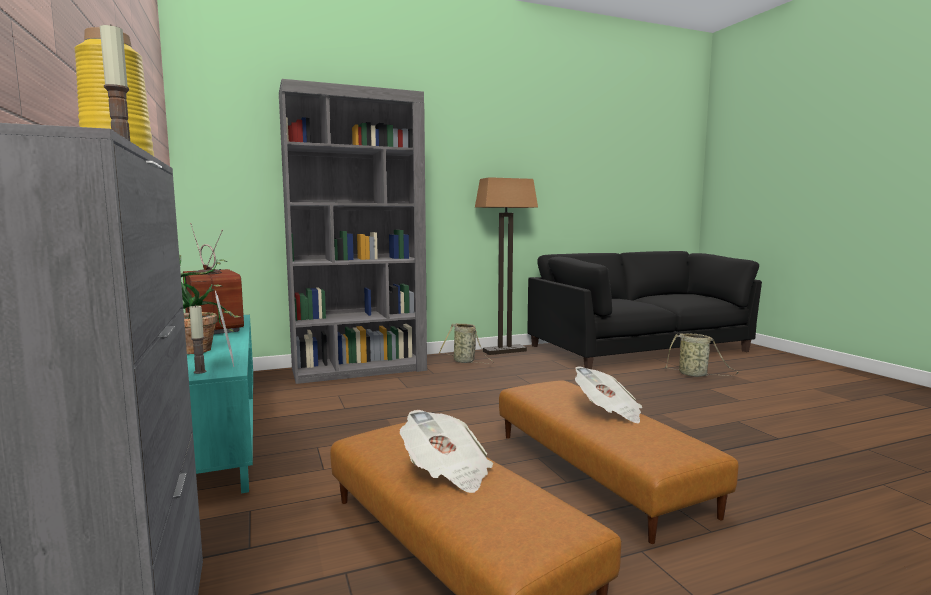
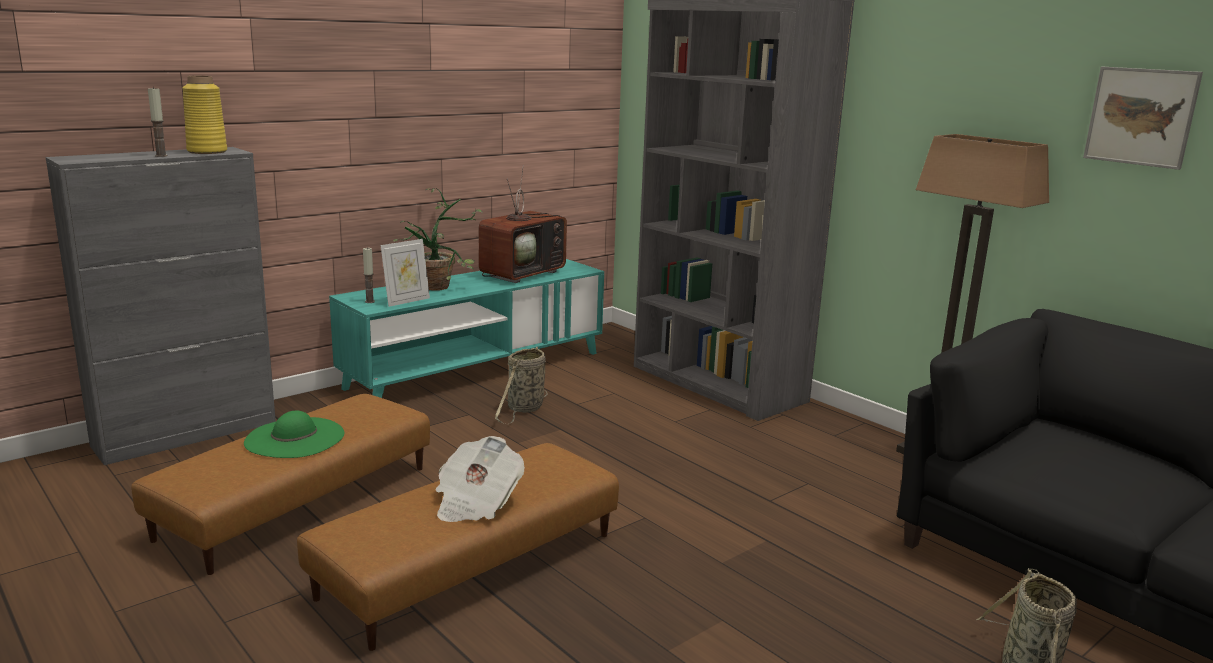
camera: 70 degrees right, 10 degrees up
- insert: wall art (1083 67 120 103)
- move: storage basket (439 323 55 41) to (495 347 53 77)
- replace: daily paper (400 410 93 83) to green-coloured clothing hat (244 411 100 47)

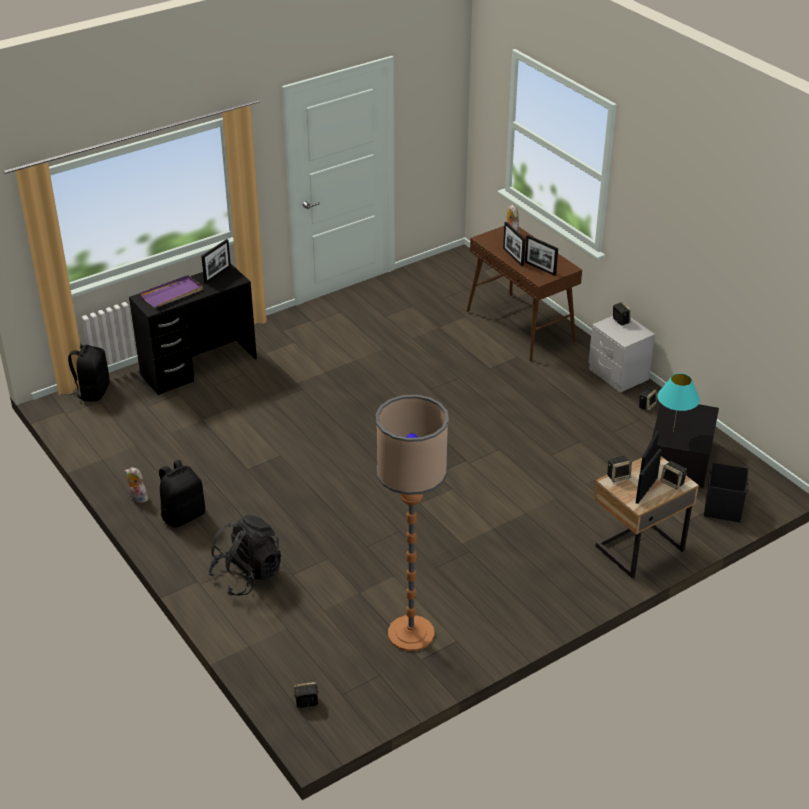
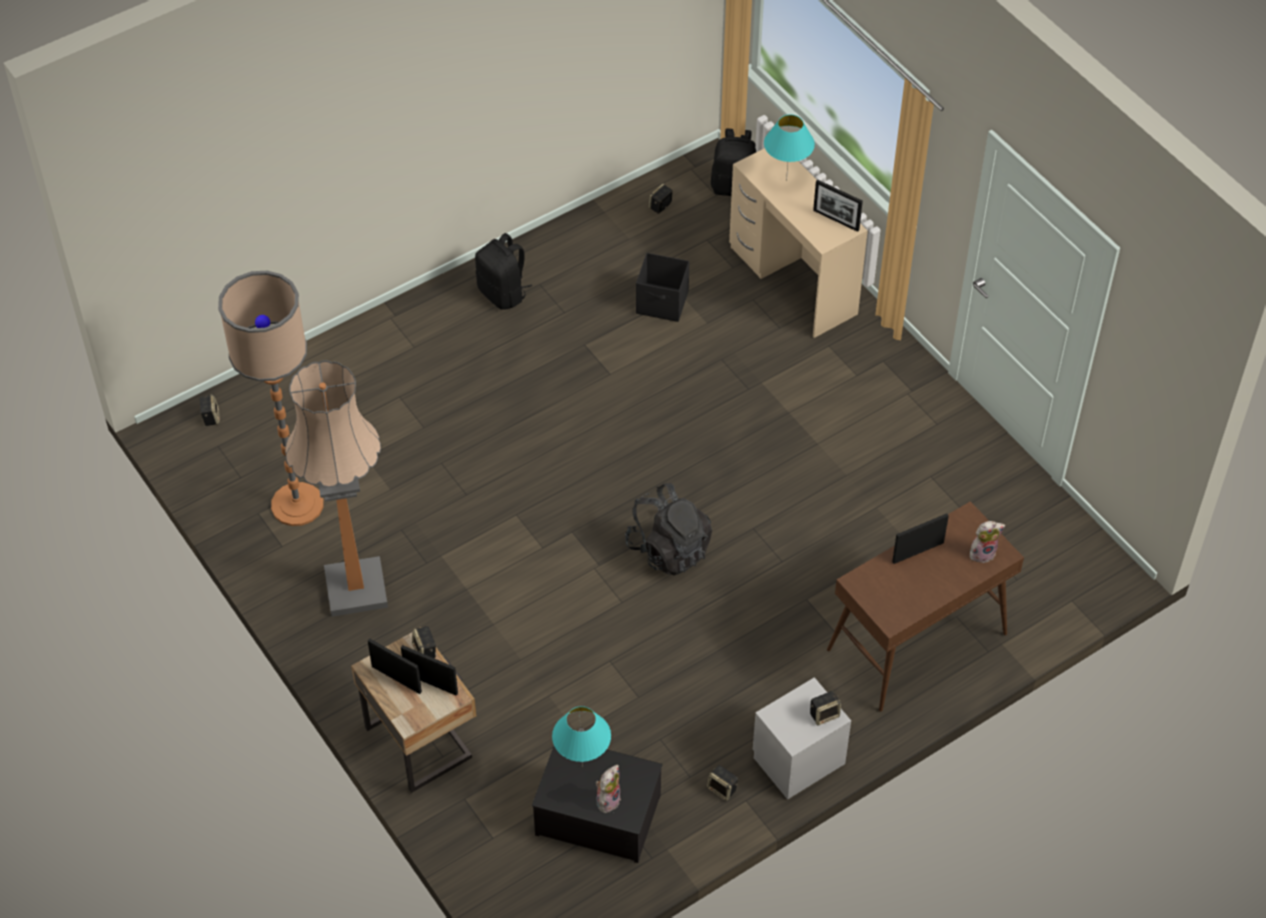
camera: 90 degrees right, 15 degrees up
- delete: standing frame (525 235 33 41)
- insert: standing lamp (285 360 103 257)
- move: soft toy (125 467 23 36) to (596 765 25 48)
- move: black backpack (209 514 72 82) to (625 483 87 93)
- move: speaker (661 461 26 28) to (649 183 24 31)
- move: black storage bin (704 462 45 60) to (636 253 53 69)
- replace: purple serving tray (140 275 63 32) to blue-green table lamp (764 114 51 67)
- recolor: black desk (129 264 128 131) to sand-coloured desk (729 148 139 190)

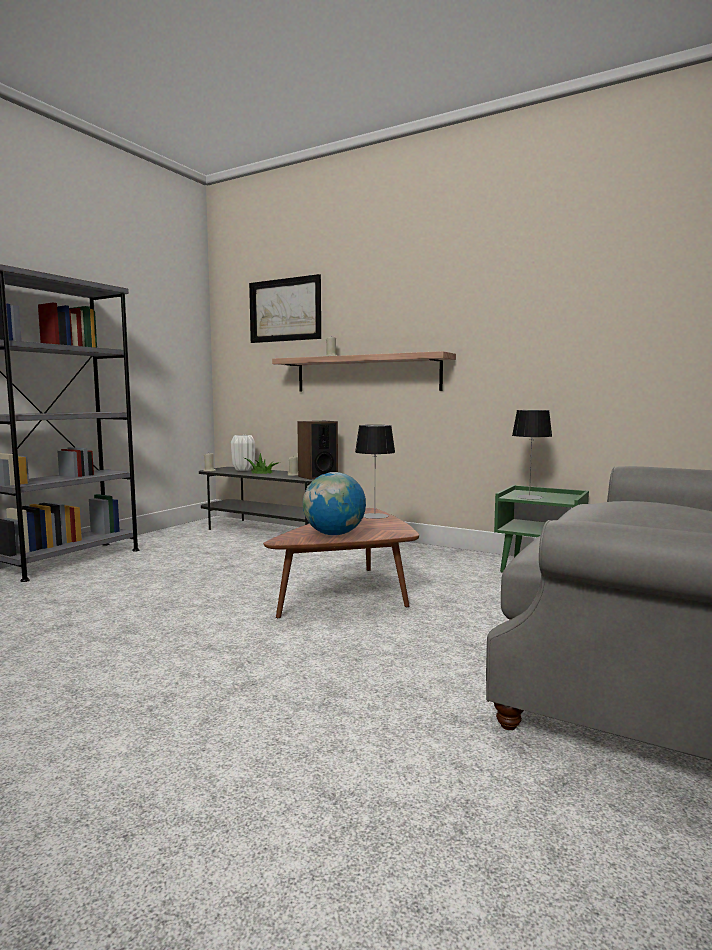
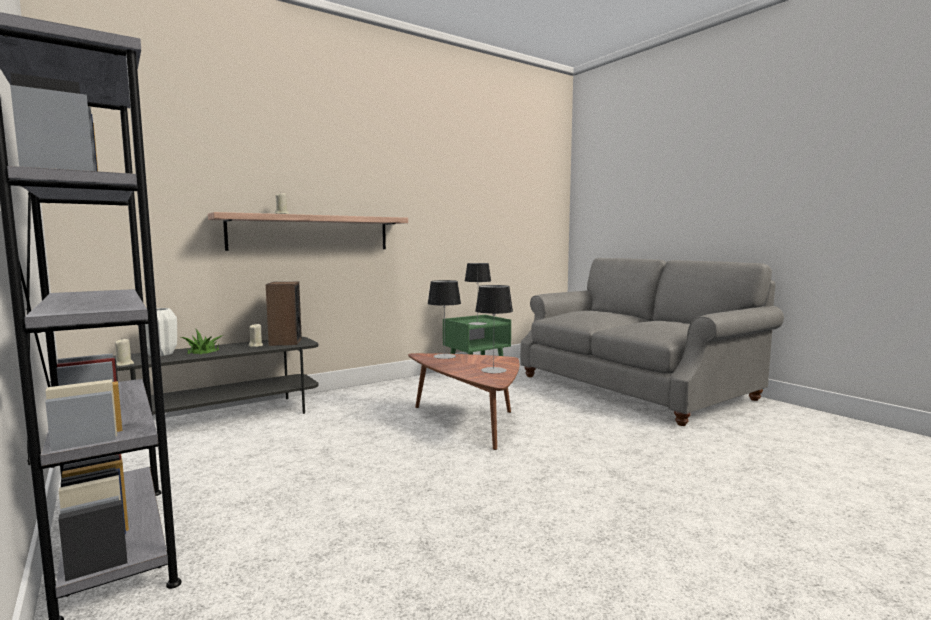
camera: 65 degrees left, 0 degrees up
- delete: wall art (249 274 72 69)
- replace: globe (303 472 63 64) to table lamp (475 285 38 89)

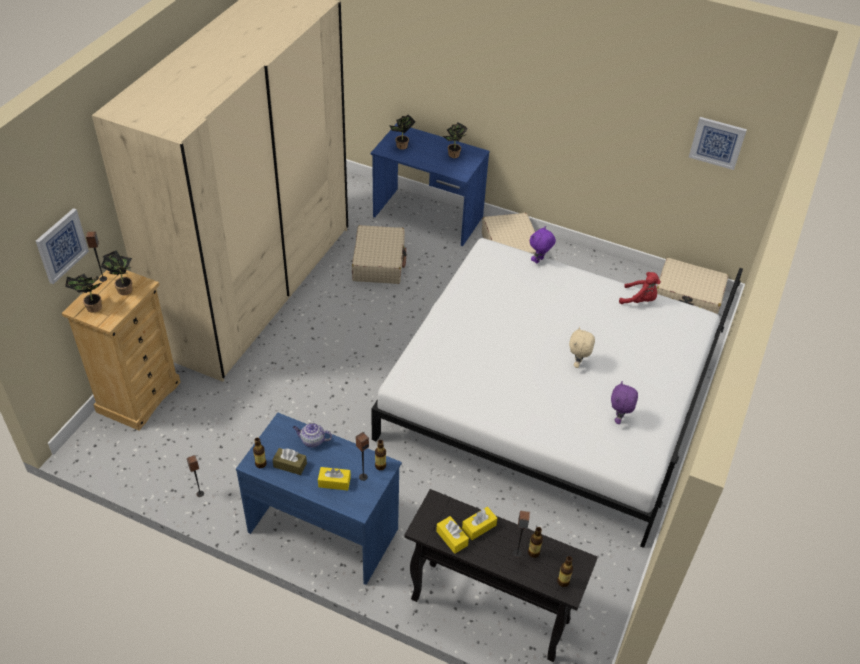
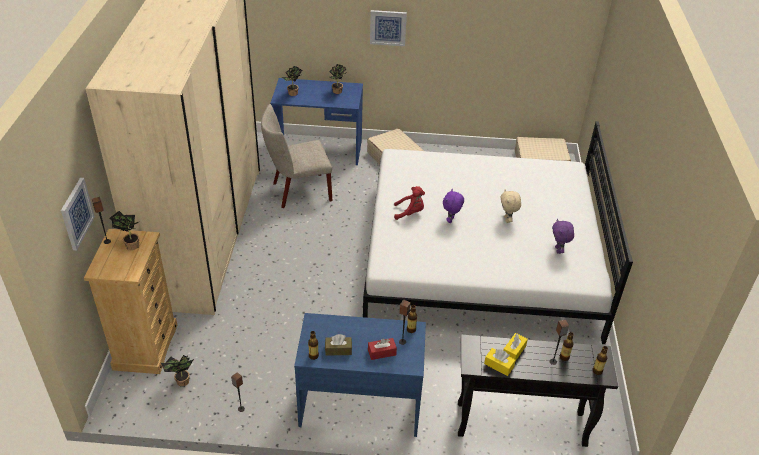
camera: 20 degrees left, 5 degrees down
- delete: pot for tea (293 423 39 24)
- move: potted plant (65 274 37 39) to (161 355 33 32)
- move: purple soft toy (530 226 26 37) to (443 189 21 34)
- move: reddish soft toy (619 272 42 32) to (394 186 31 34)
- move: wall art (689 117 58 53) to (370 10 37 36)
- replace: sand-coloured piece of luggage (352 225 54 59) to sand-coloured upright chair (261 104 71 104)
- recolor: yellow-coloured box of tissues (318 467 33 23) to reddish box of tissues (368 338 29 22)

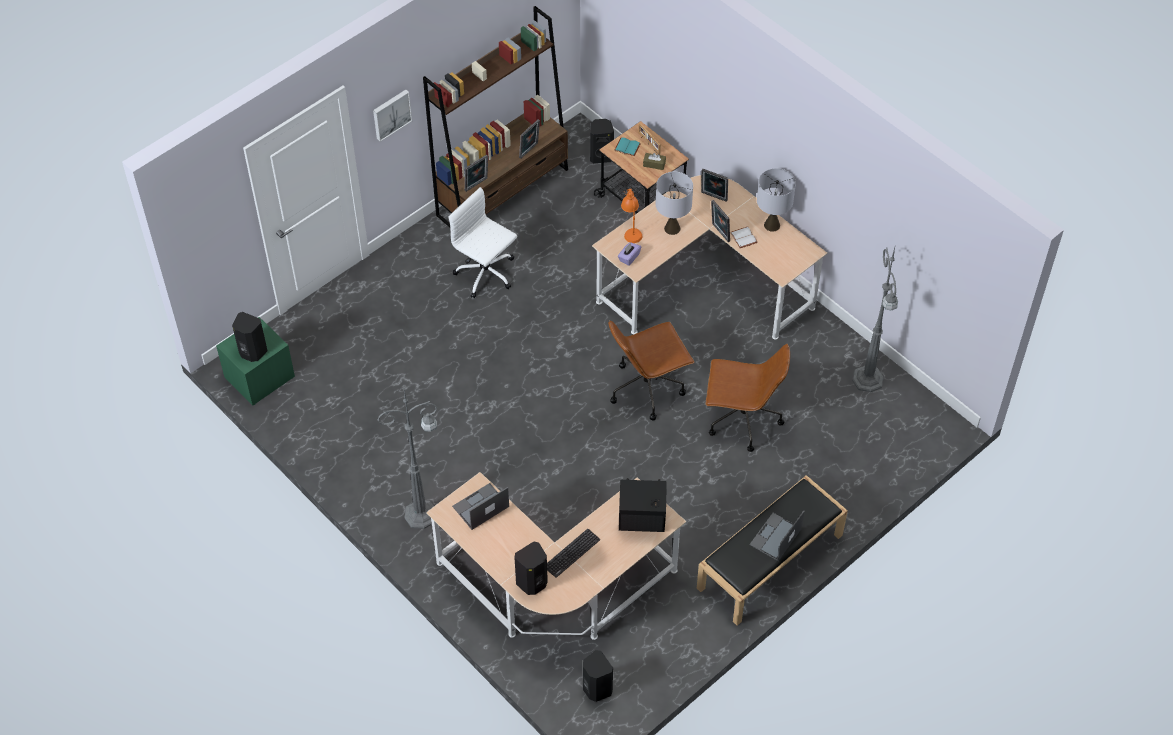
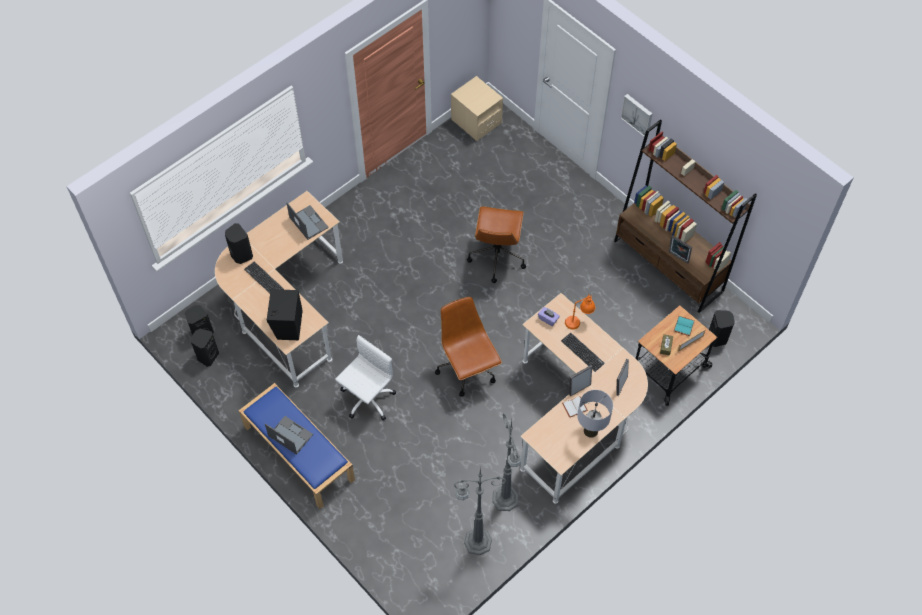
camera: 90 degrees right, 5 degrees up
- delete: standing frame (465 155 23 37)
- move: black speaker (232 312 36 50) to (191 328 28 39)
- move: grey standing lamp (377 390 60 139) to (492 413 29 98)
- move: white computer chair (449 187 68 111) to (335 335 61 85)
- move: brownish computer chair (706 344 84 108) to (467 206 59 77)
- replace: grey table lamp (656 172 37 63) to PC keyboard (561 333 44 39)
- recolor: green-coloured nightstand (216 317 79 89) to sand-coloured nightstand (451 76 52 65)
- recolor: black long seat (697 475 151 150) to blue-coloured long seat (239 383 116 126)

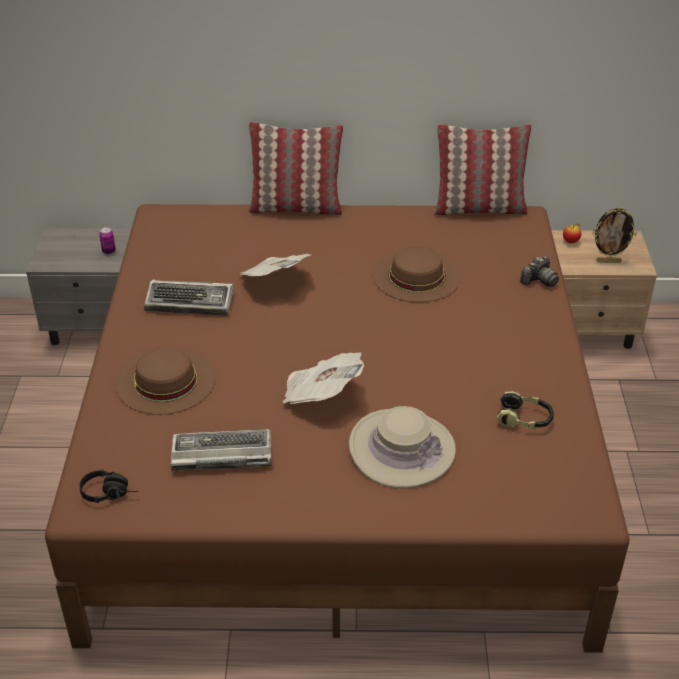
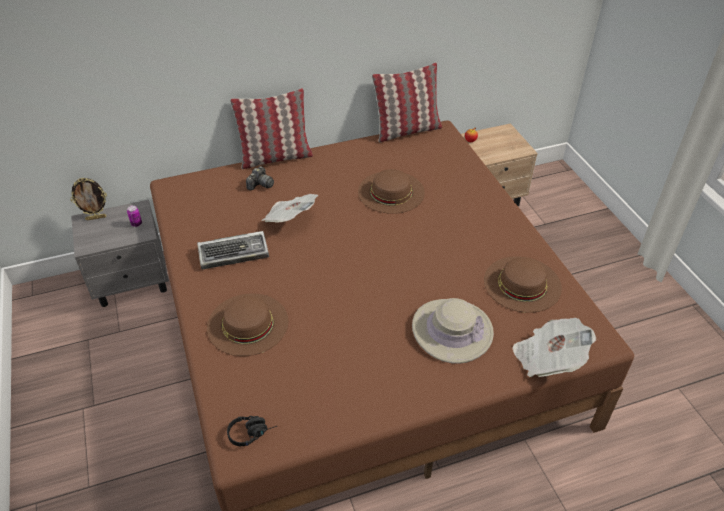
camera: 20 degrees left, 5 degrees up
- delete: PC keyboard (171 429 101 42)
- move: daily paper (283 352 81 52) to (512 318 84 59)
- move: photo camera (520 256 39 31) to (246 166 28 24)
- move: standing frame (592 207 45 56) to (70 178 37 42)
- replace: headset (497 391 57 38) to brownish clothing hat (484 256 78 57)

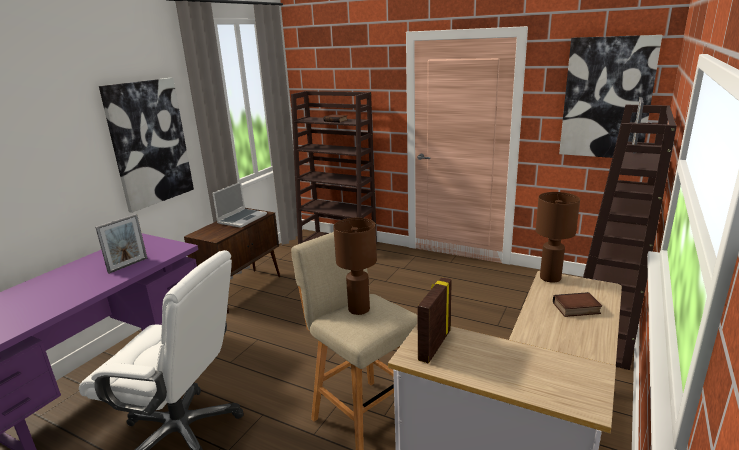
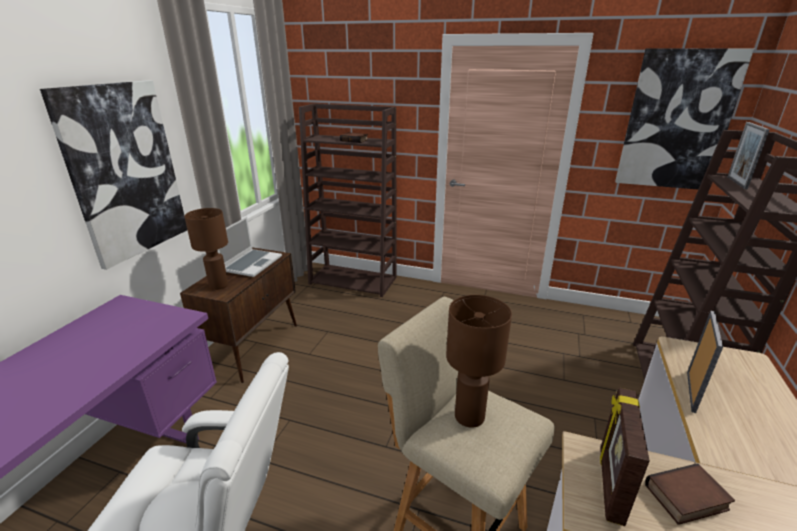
camera: 10 degrees left, 5 degrees up
- move: standing frame (95 214 52 60) to (687 311 36 102)
- move: brownish table lamp (536 192 44 91) to (184 208 44 82)
- move: book (553 292 49 25) to (645 463 90 62)

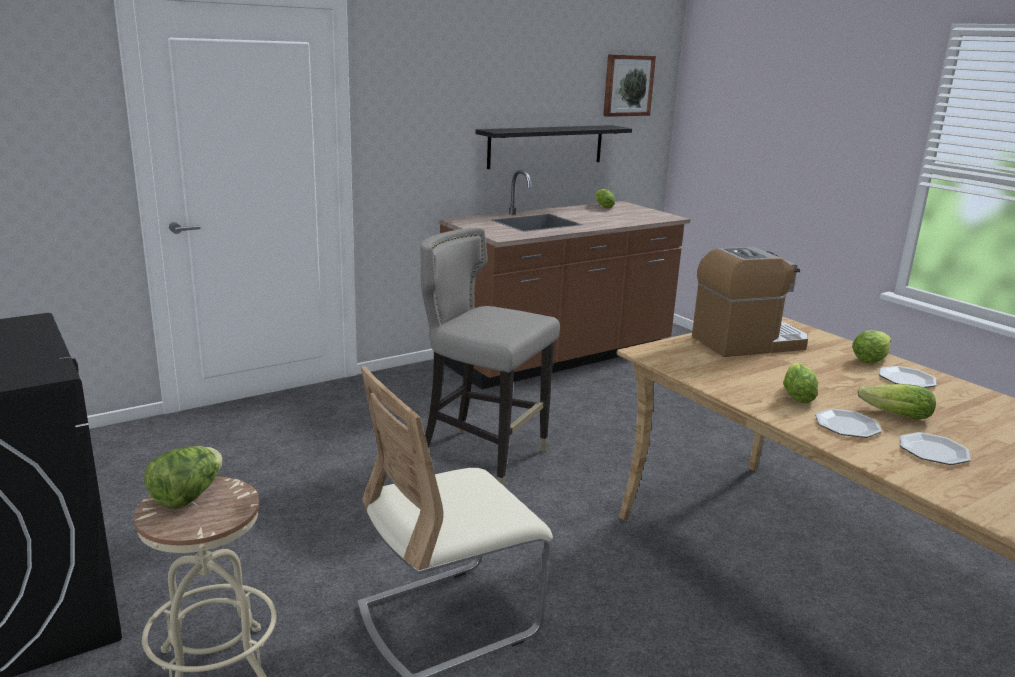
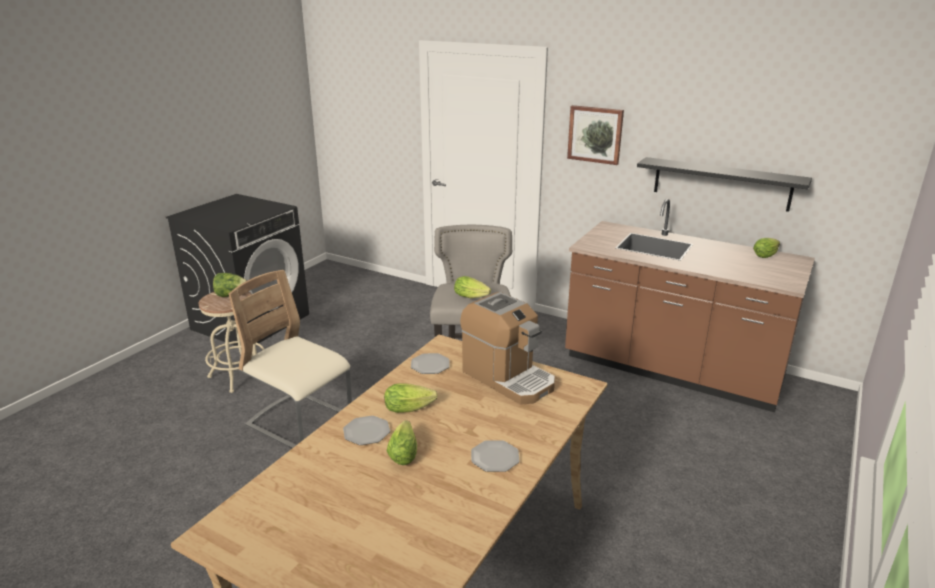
camera: 65 degrees right, 5 degrees up
- move: wall art (603 54 53 63) to (567 105 57 60)
- move: lettuce (852 330 39 34) to (454 276 37 22)
- move: plate (900 432 71 33) to (411 353 39 21)

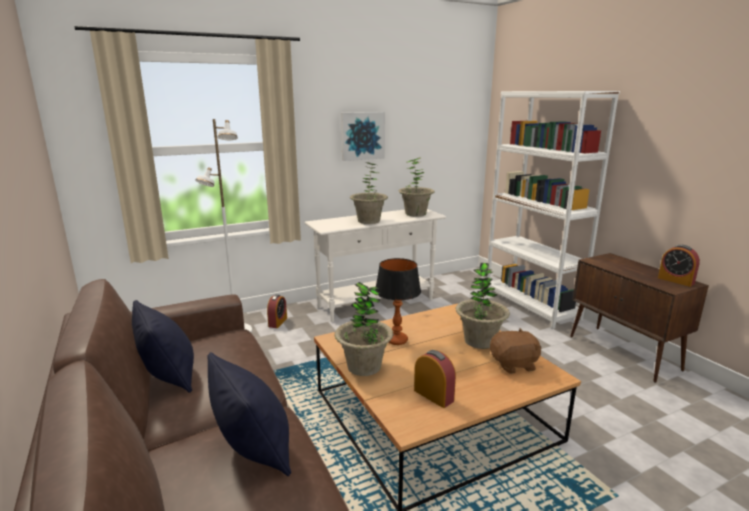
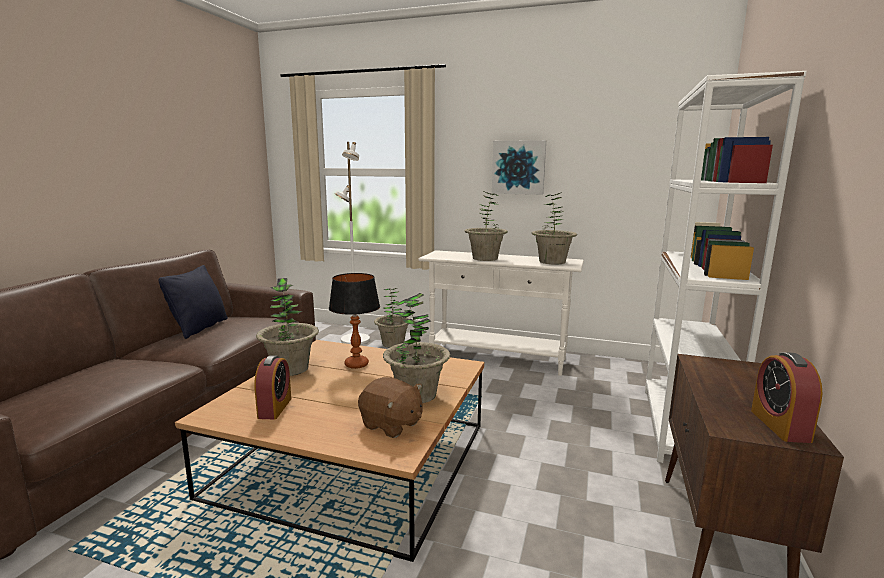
camera: 45 degrees right, 5 degrees down
- delete: black throw pillow (207 352 84 124)
- replace: bedside clock (267 295 20 33) to potted plant (374 288 36 60)

